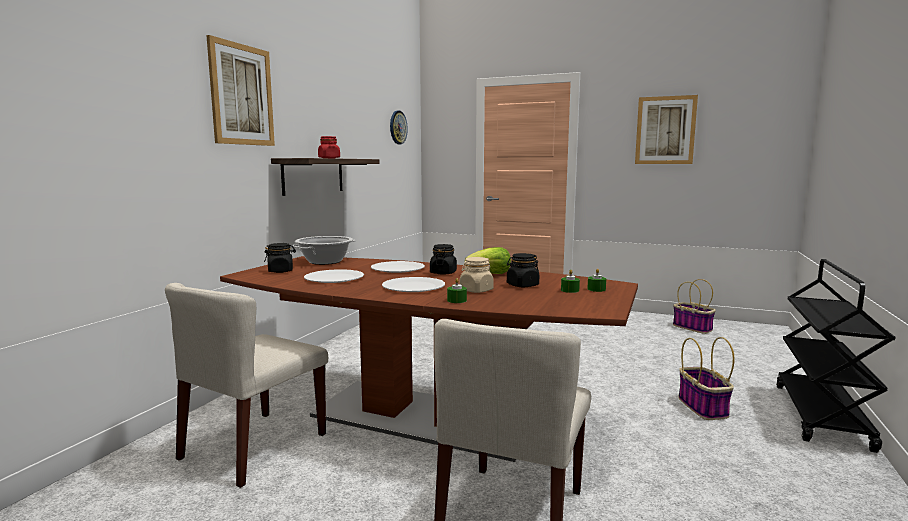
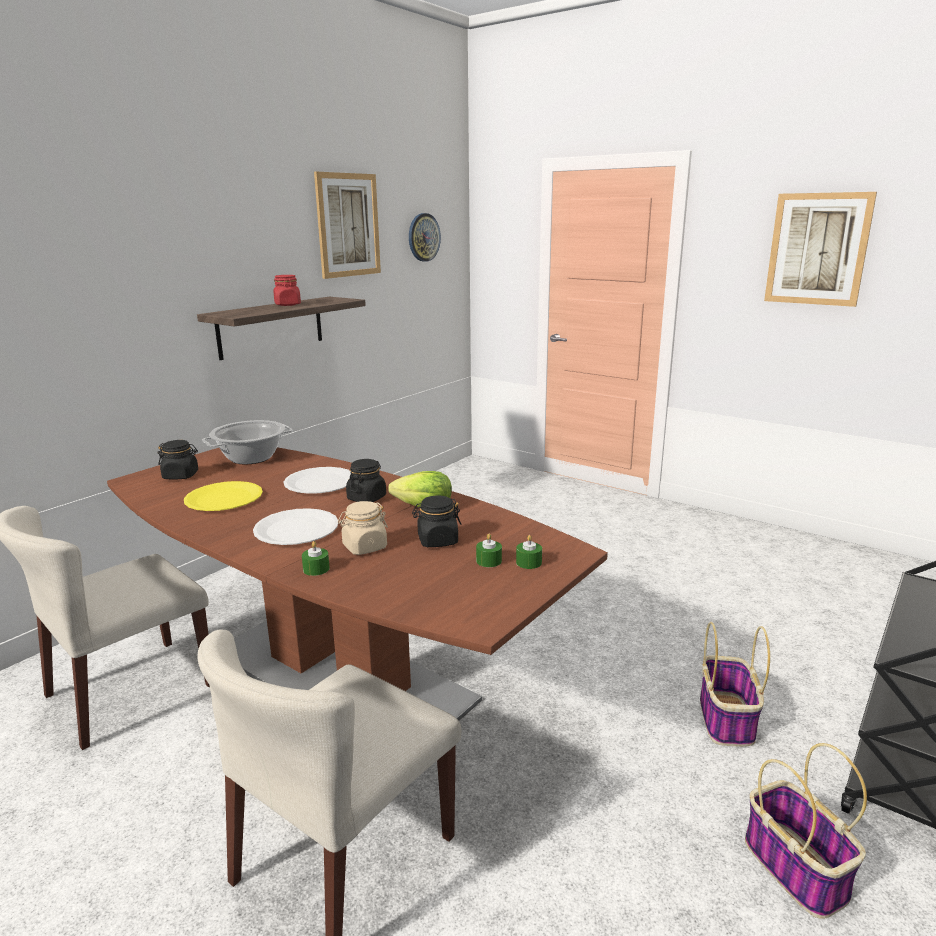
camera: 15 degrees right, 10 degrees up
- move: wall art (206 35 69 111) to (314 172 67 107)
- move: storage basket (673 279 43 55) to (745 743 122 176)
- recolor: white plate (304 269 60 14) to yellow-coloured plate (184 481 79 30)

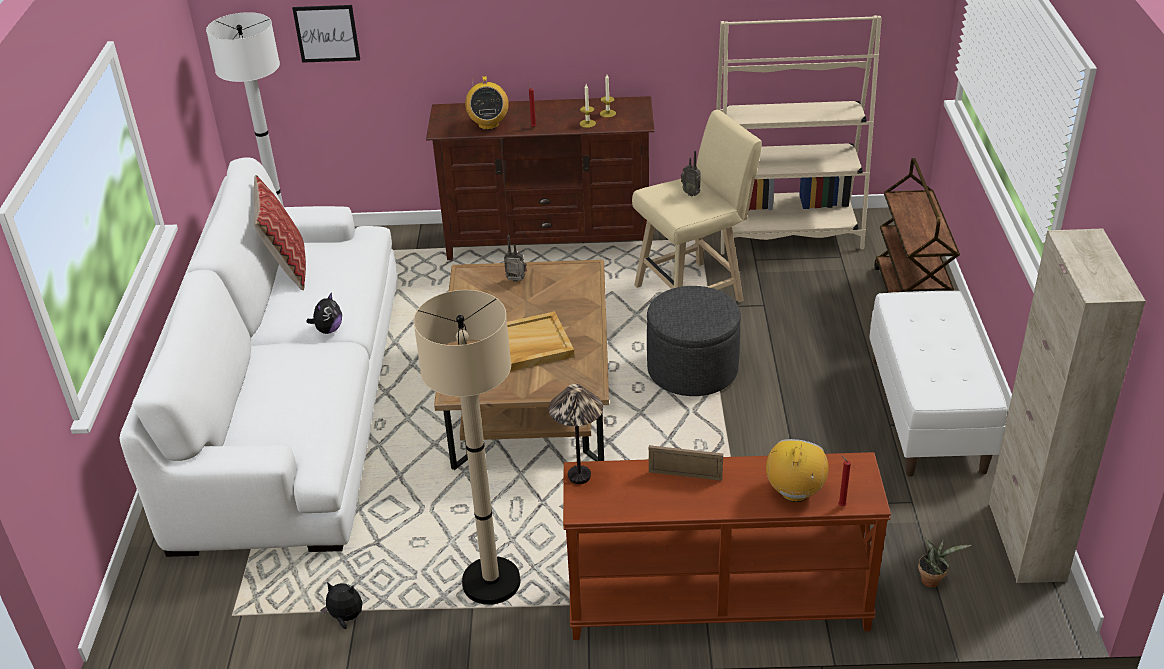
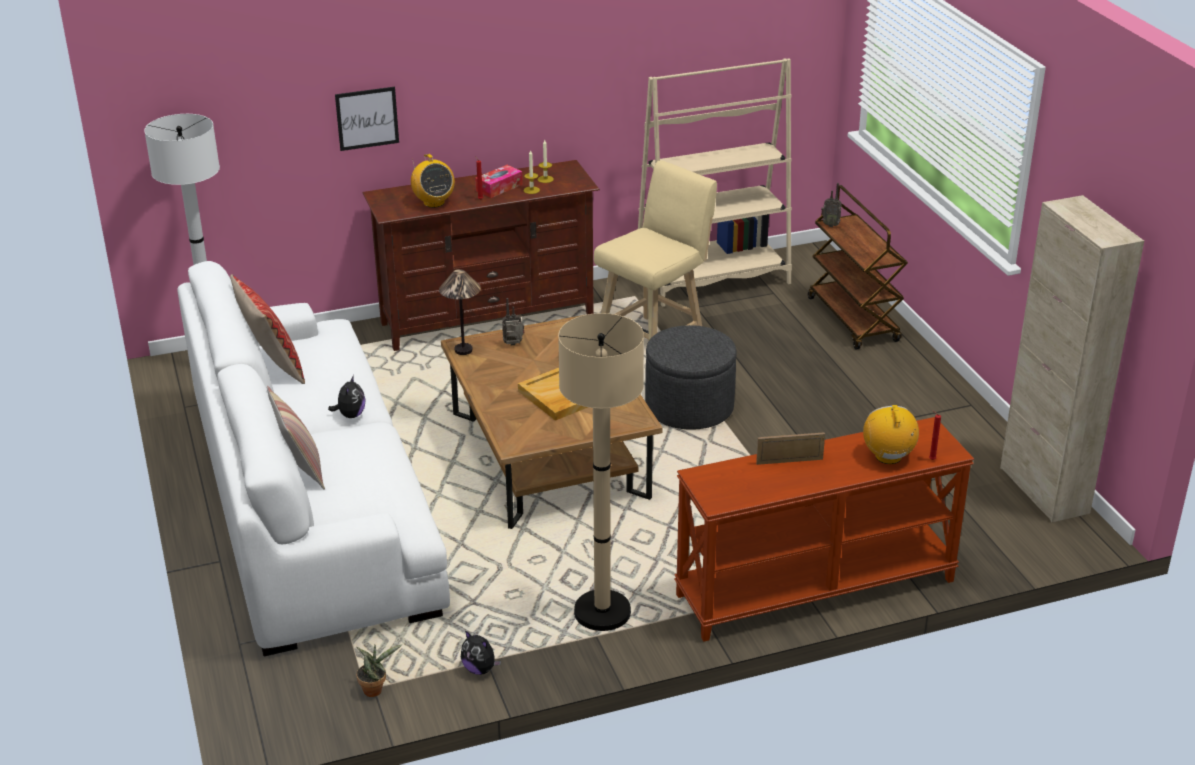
camera: 20 degrees left, 5 degrees down
- delete: white long seat (869 291 138 186)
- insert: throw pillow (267 386 58 104)
- insert: box of tissues (475 165 48 33)
- move: wall art (292 5 68 58) to (335 87 64 64)
- move: table lamp (548 384 55 100) to (439 269 42 86)
- move: radio set (681 150 20 46) to (821 183 21 44)
- move: potted plant (918 537 54 50) to (356 644 46 53)
- rotate: soft toy (320 582 42 47) = (461 630 40 45) 135 degrees counterclockwise

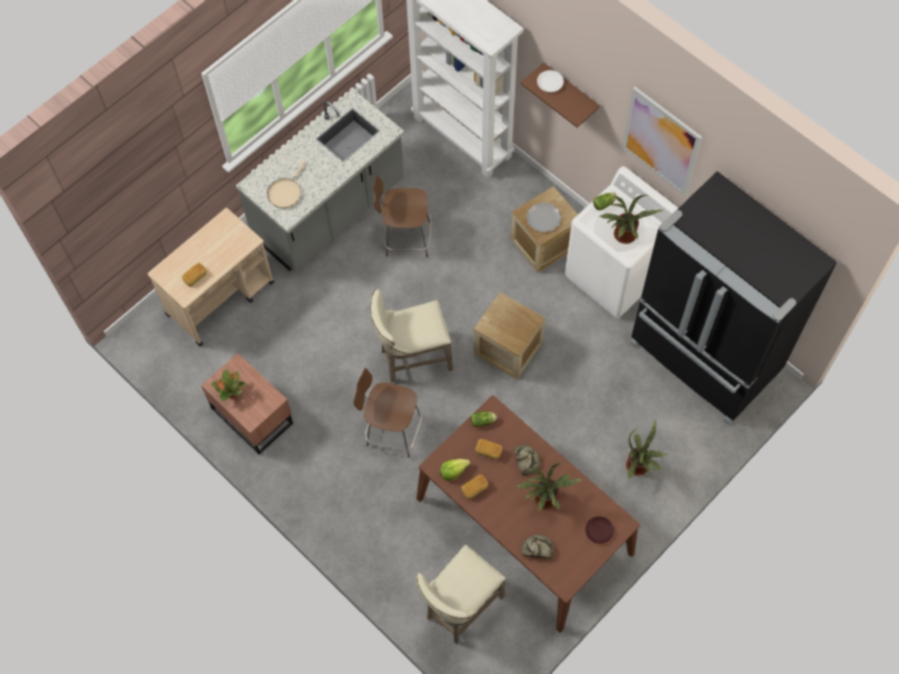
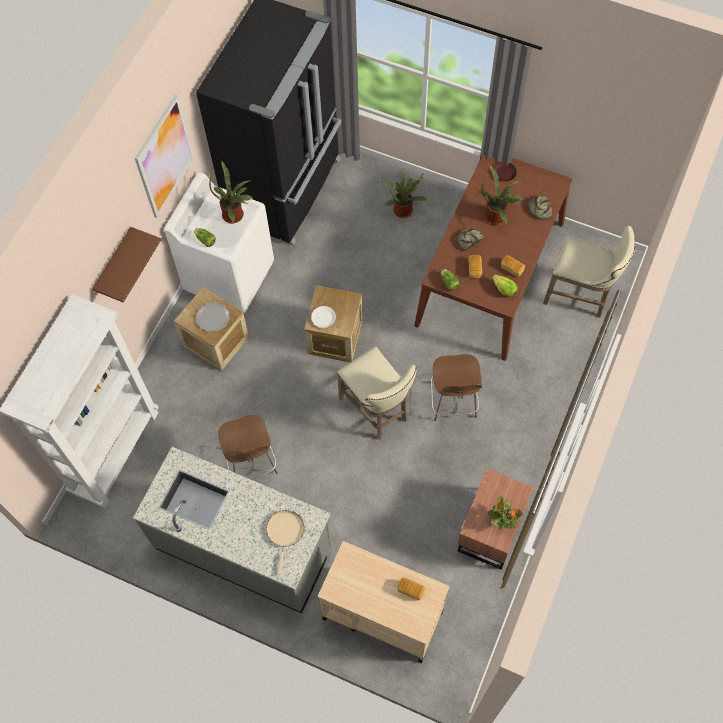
camera: 110 degrees left, 0 degrees up
- move: white plate (537 70 27 22) to (311 306 25 22)
- rotate: sand-coloured frying pan (267 160 39 48) = (266 510 38 65) 90 degrees counterclockwise

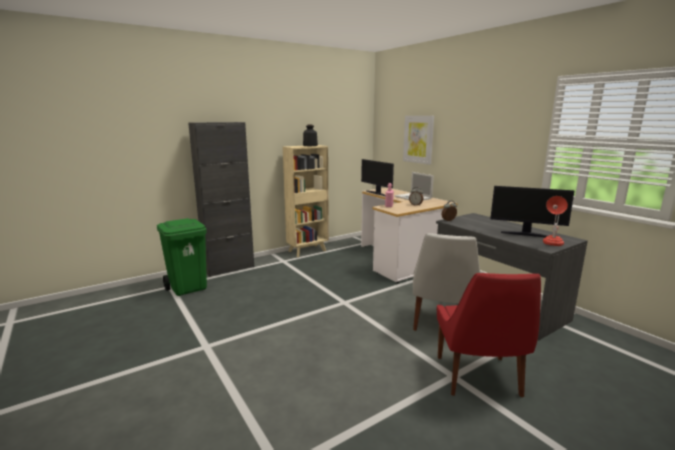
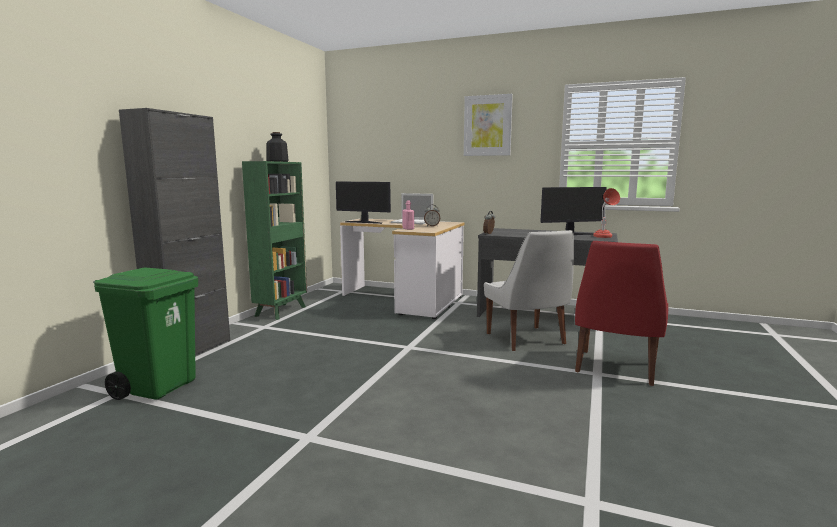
camera: 35 degrees left, 5 degrees down
- move: wall art (403 116 31 49) to (464 94 49 62)
- recolor: sand-coloured bookshelf (283 145 46 112) to green-coloured bookshelf (242 161 65 159)
- rotate: reddish upright chair (437 273 104 124) = (575 241 93 145) 60 degrees clockwise

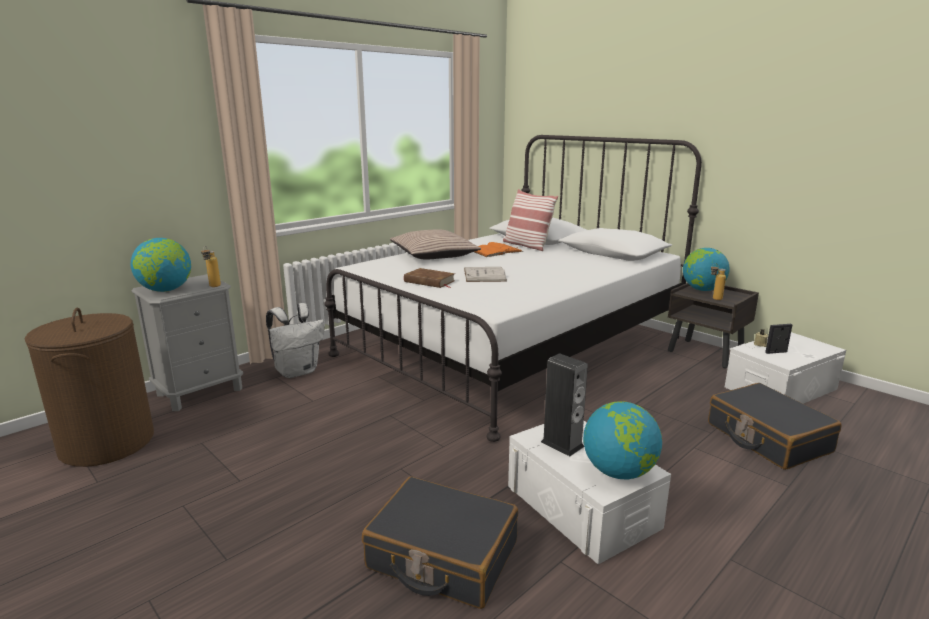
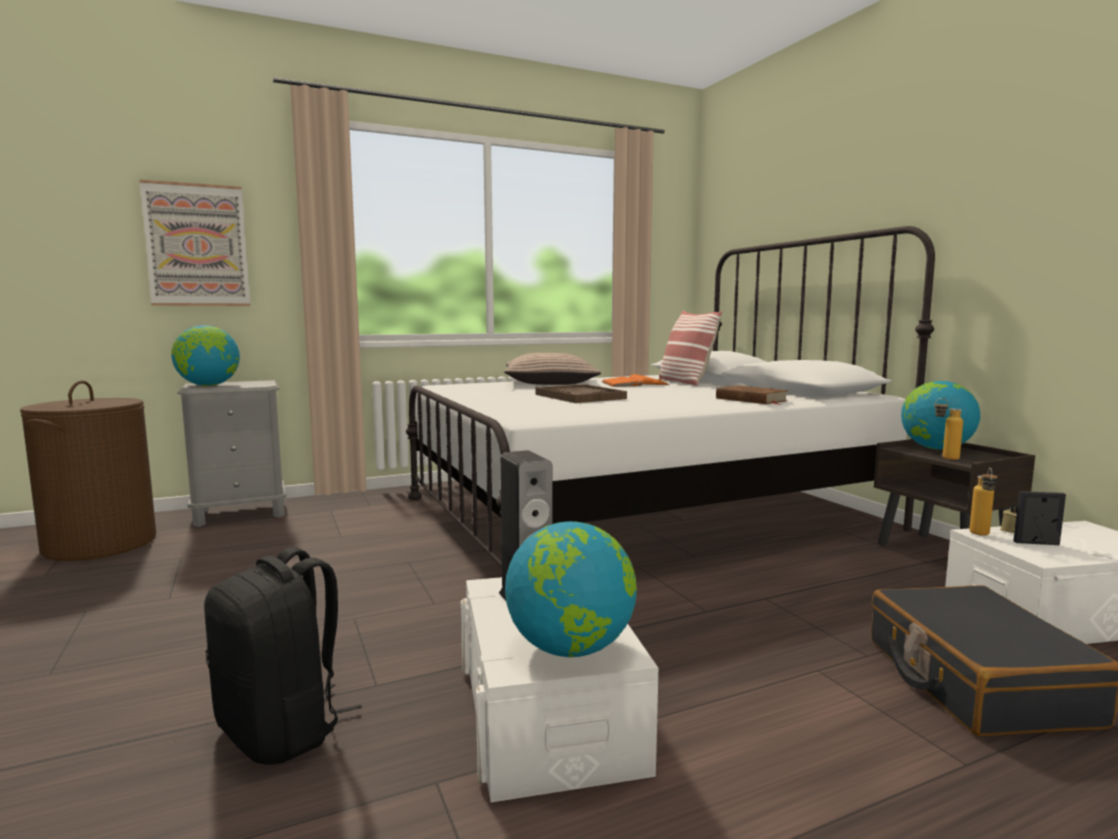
camera: 20 degrees right, 10 degrees down
- delete: white backpack (266 303 58 75)
- insert: wall art (139 179 111 127)
- move: drink bottle (201 246 20 41) to (969 468 29 68)
- move: brownish book (404 268 51 20) to (716 386 73 19)
- replace: black piece of luggage (362 477 156 132) to black backpack (204 547 158 218)
- replace: white book (464 267 43 15) to brownish serving tray (536 384 91 19)

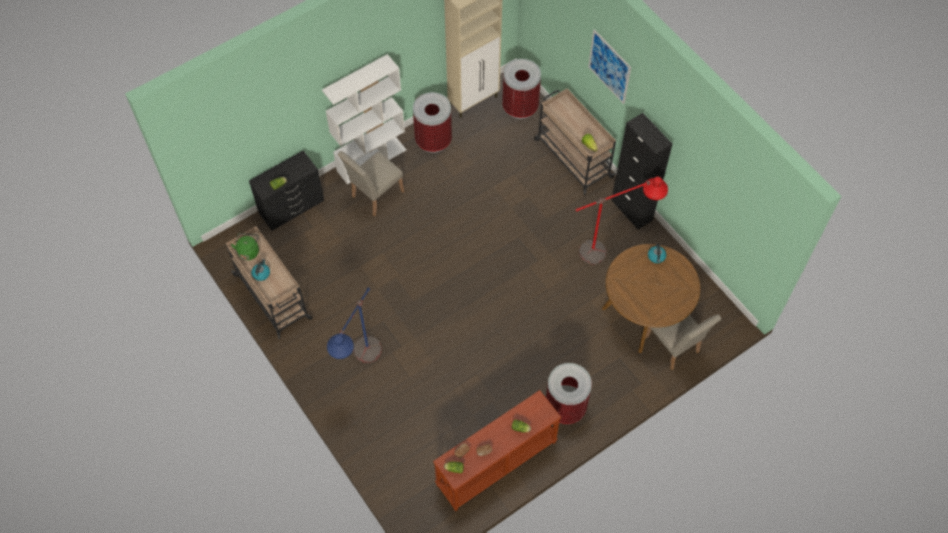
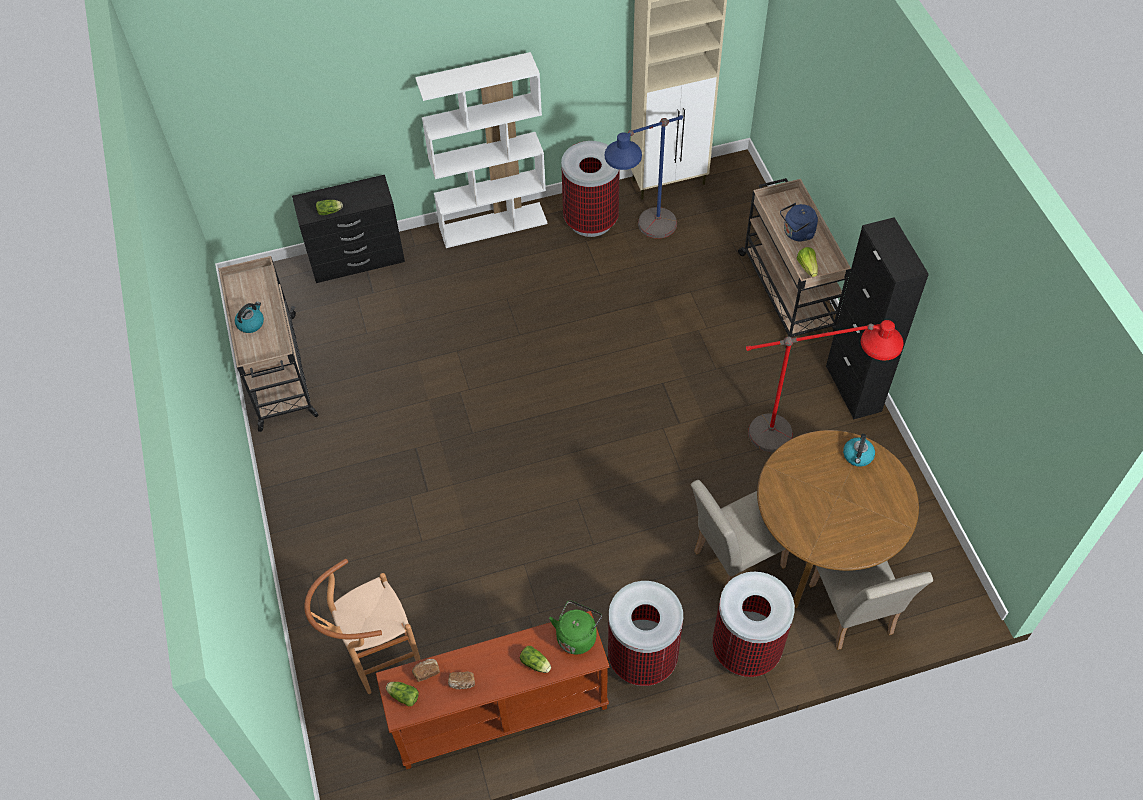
camera: 20 degrees right, 5 degrees down
- delete: wall art (588 29 43 75)
- insert: brownish stool seat (304 559 117 135)
- insert: blue-coloured tea kettle (780 203 38 38)
- move: green-coloured tea kettle (231 233 28 27) to (549 600 53 54)
- move: blue-coloured standing lamp (327 288 55 75) to (605 115 78 123)
- move: sand-coloured upright chair (338 151 66 65) to (691 480 98 107)
- move: rubbish bin (502 59 39 60) to (713 572 82 105)

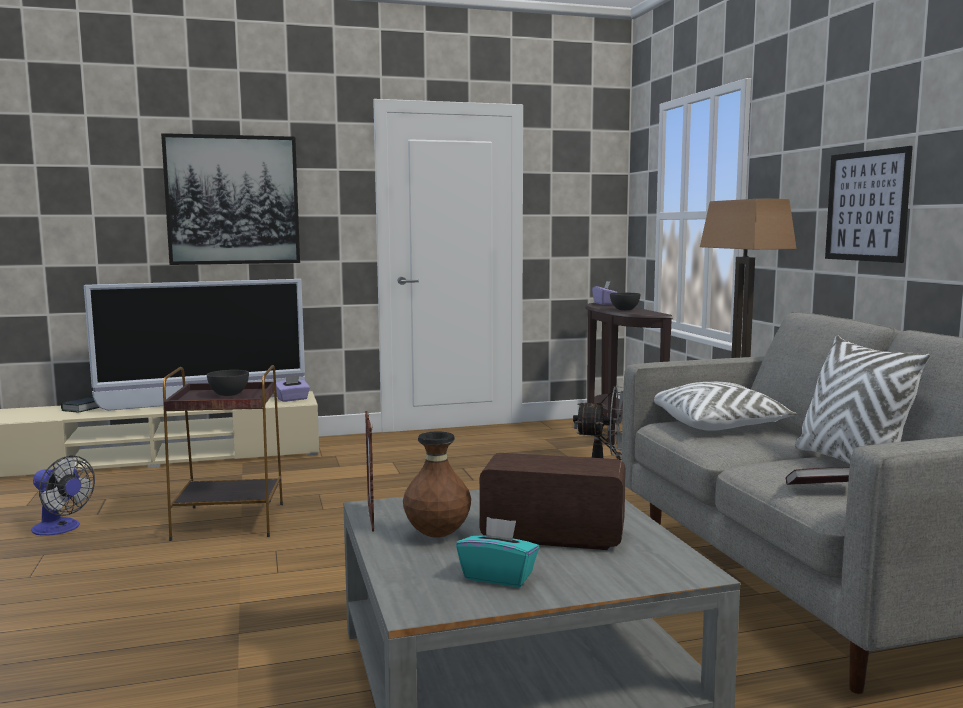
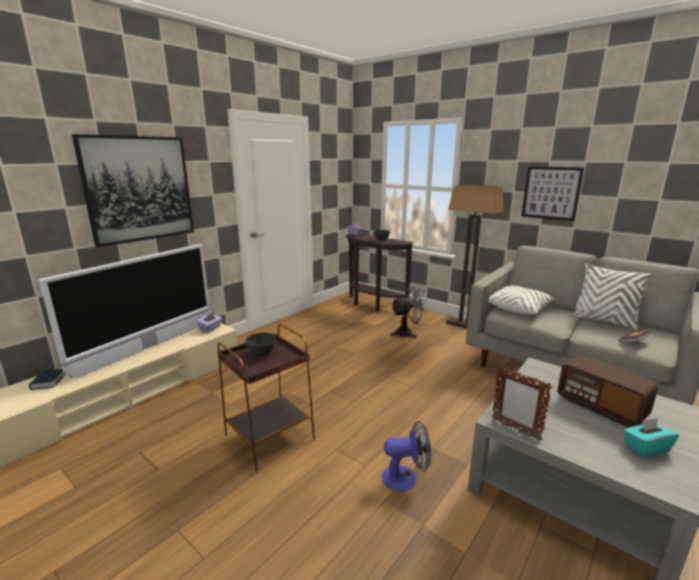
camera: 35 degrees left, 10 degrees up
- delete: brownish flower vase (403 431 68 107)
- move: cooling fan (31 455 64 81) to (381 421 50 70)
- rotate: radio set (479 453 147 97) = (557 355 101 73) 105 degrees counterclockwise

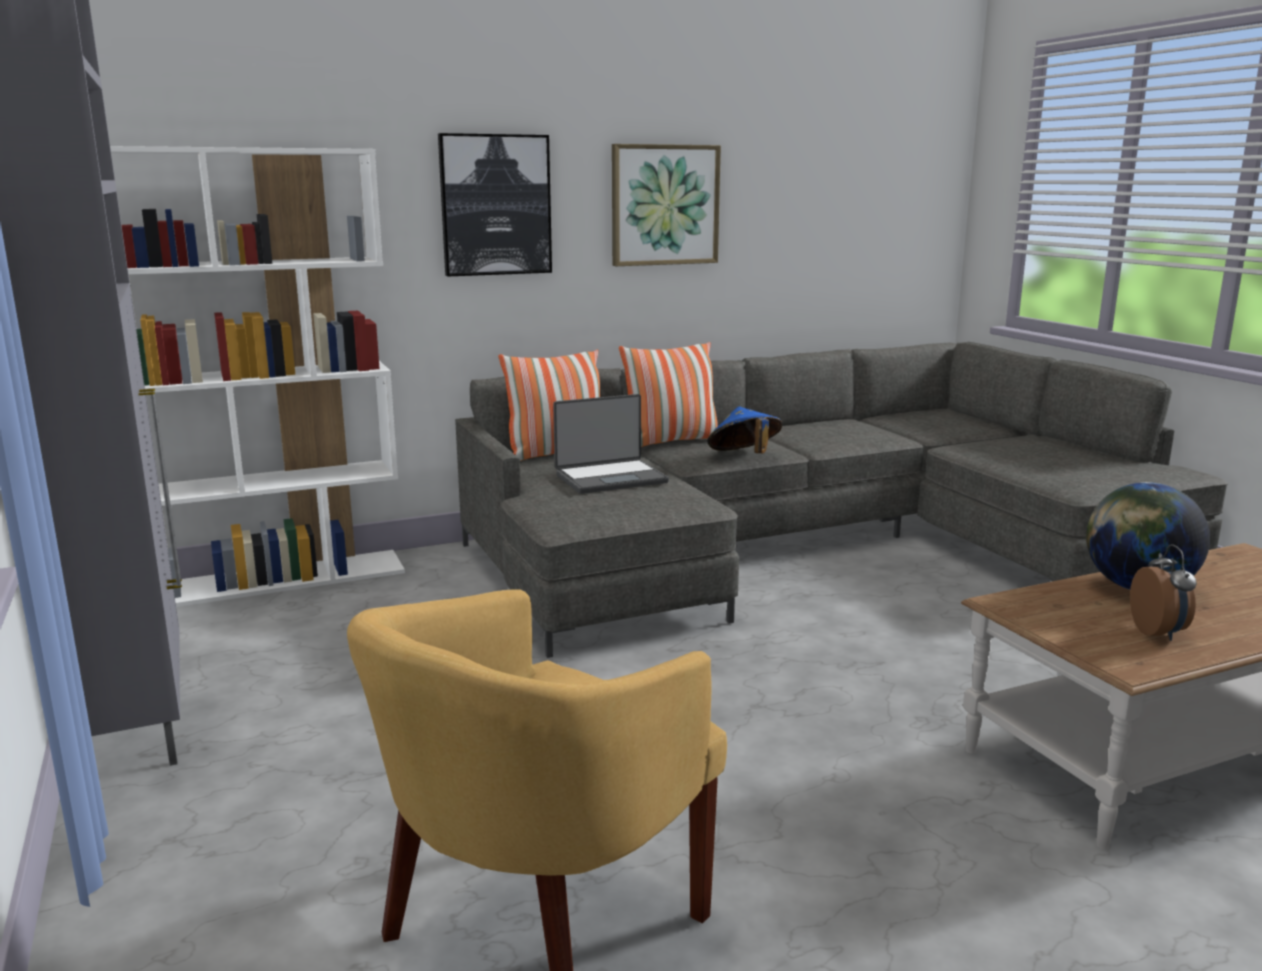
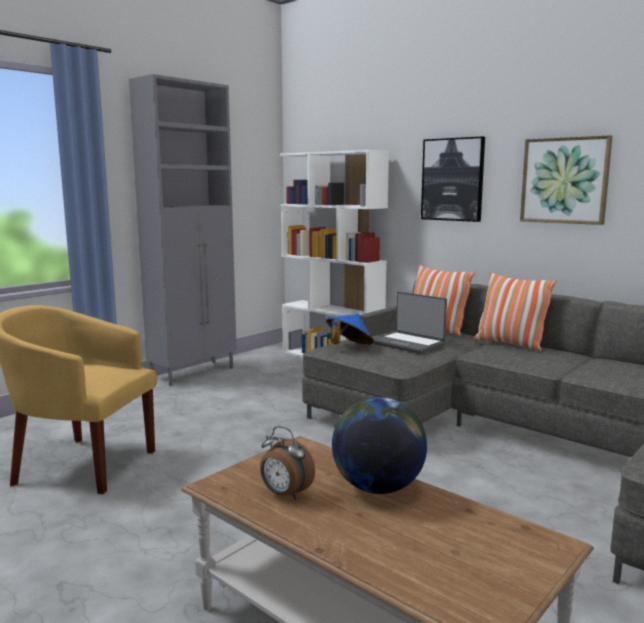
camera: 65 degrees right, 5 degrees down
- move: blue-coloured clothing hat (707 407 75 46) to (326 314 48 31)
- rotate: bedside clock (1130 544 67 97) = (260 426 55 74) 60 degrees clockwise

